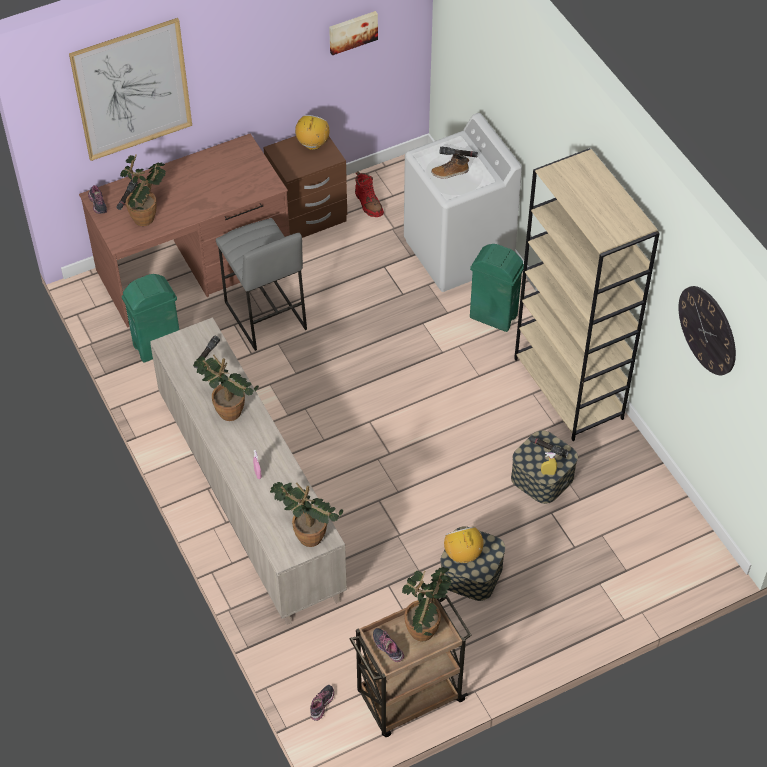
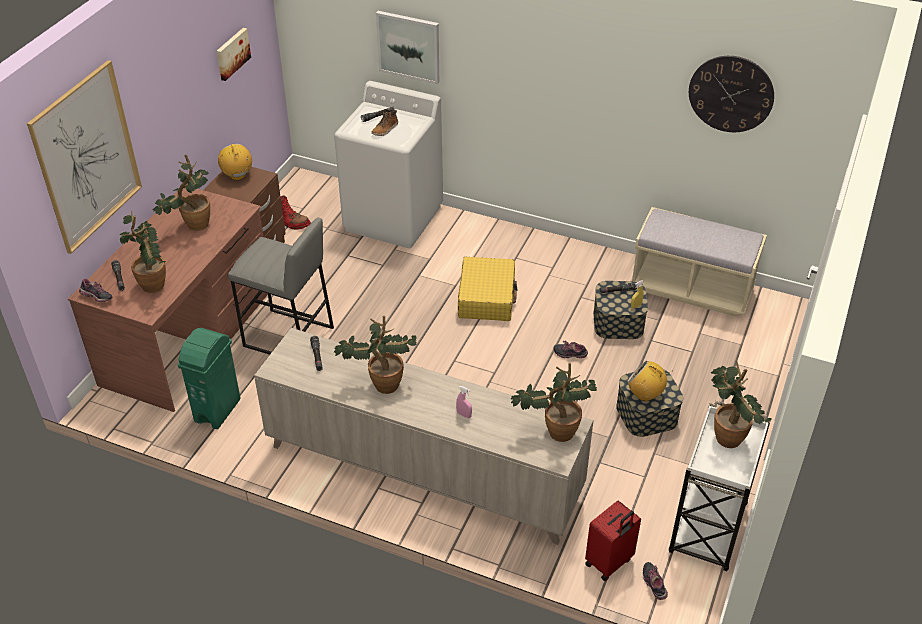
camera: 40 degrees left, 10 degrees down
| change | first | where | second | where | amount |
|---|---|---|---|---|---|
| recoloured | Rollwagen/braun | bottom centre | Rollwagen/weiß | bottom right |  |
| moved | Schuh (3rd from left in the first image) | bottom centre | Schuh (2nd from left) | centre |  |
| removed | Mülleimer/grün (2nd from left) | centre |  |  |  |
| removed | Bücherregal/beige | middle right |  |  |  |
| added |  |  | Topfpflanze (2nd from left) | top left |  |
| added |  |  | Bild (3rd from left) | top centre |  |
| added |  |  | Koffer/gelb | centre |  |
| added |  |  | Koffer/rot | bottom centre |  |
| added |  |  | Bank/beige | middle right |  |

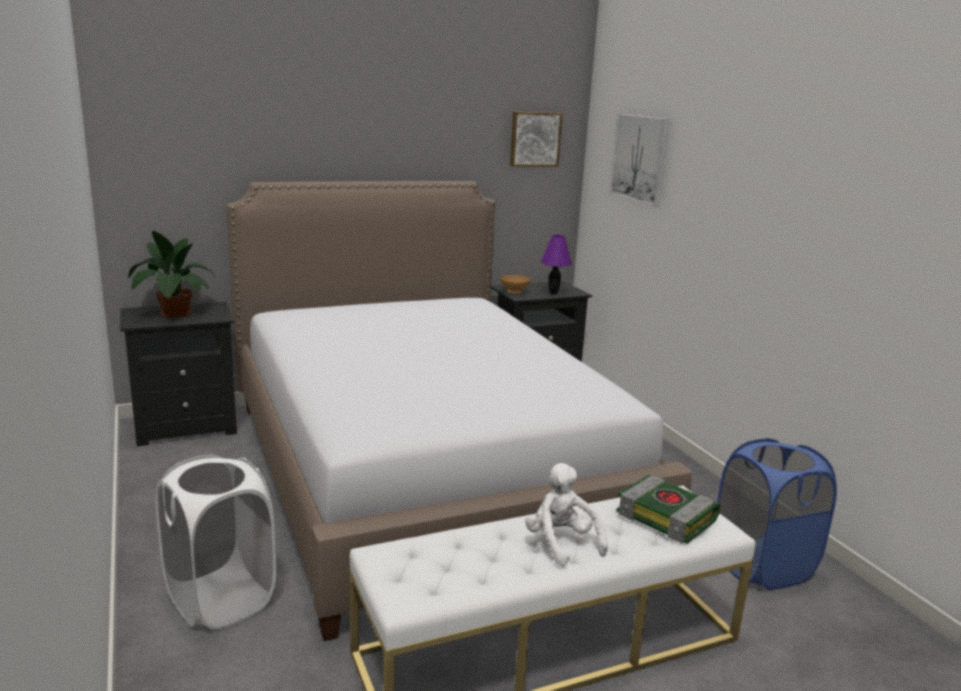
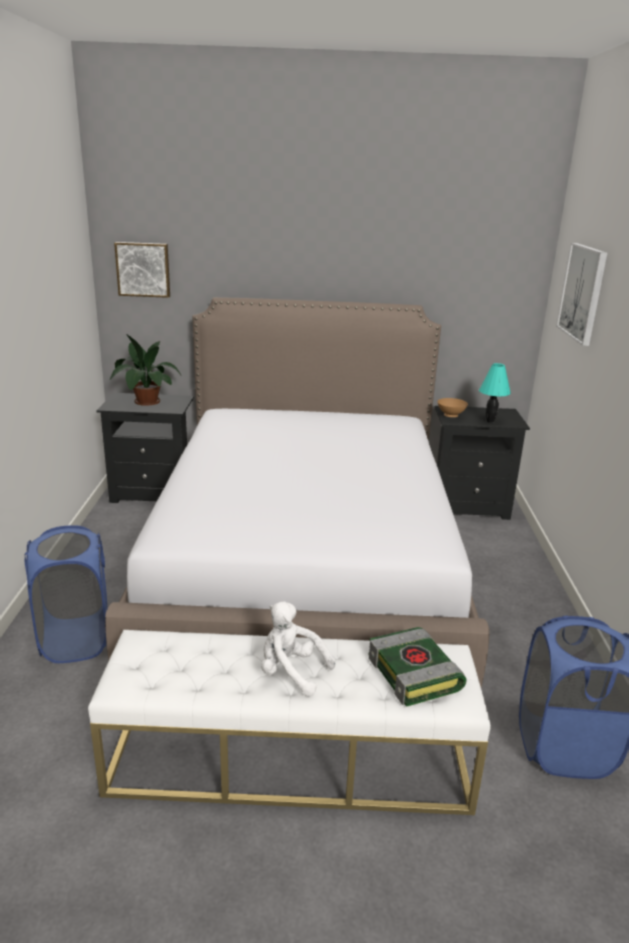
camera: 25 degrees right, 5 degrees up
| change | first | where | second | where | amount |
|---|---|---|---|---|---|
| recoloured | Wäschekorb/weiß | bottom left | Wäschekorb/blau (1st from left) | middle left |  |
| moved | Bild (1st from left) | top centre |  | top left |  |
| turned | Plüschtier/weiß | bottom centre |  | bottom centre | 60 degrees counterclockwise |
| recoloured | Tischlampe/lila | centre | Tischlampe/türkis | middle right |  |

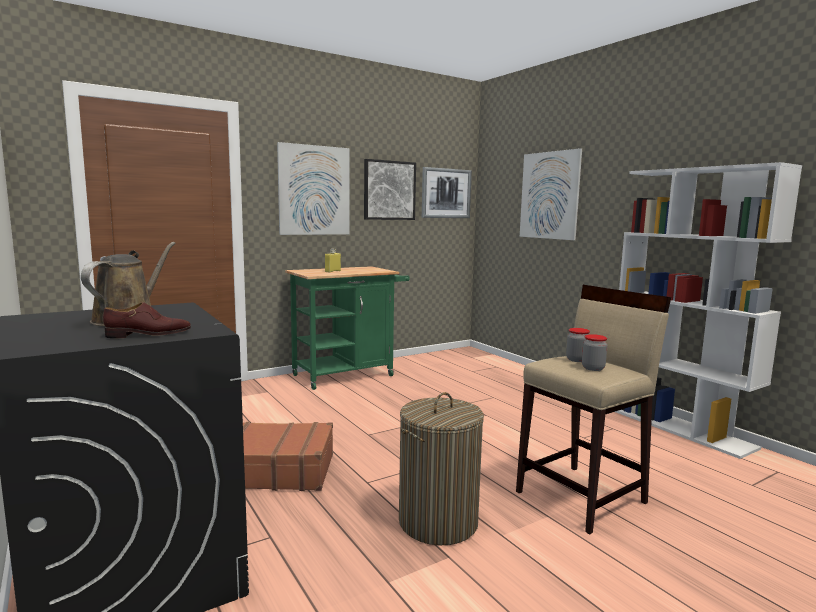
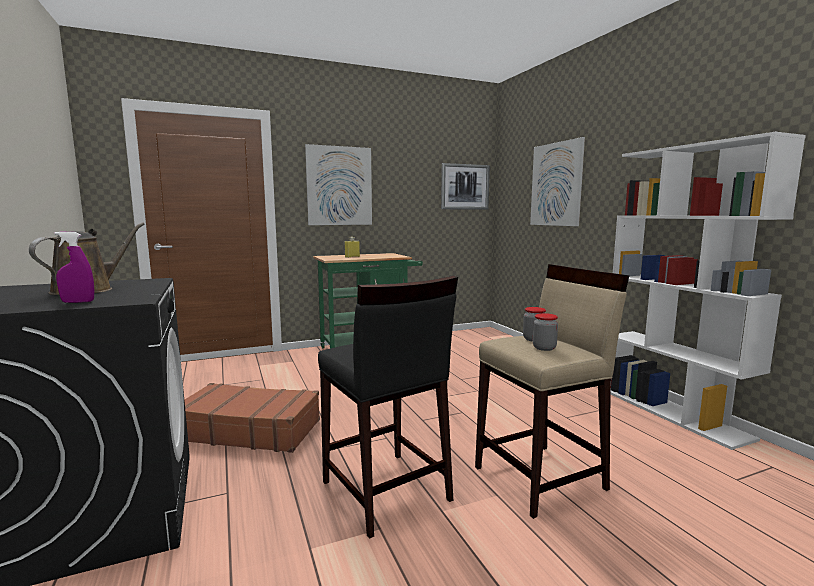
camera: 10 degrees right, 0 degrees up
| change | first | where | second | where | amount |
|---|---|---|---|---|---|
| replaced | Schuh/braun | middle left | Sprühflasche/lila | middle left |  |
| removed | Bild (2nd from left) | top centre |  |  |  |
| replaced | Wäschekorb | bottom centre | Hocker/schwarz | bottom centre |  |

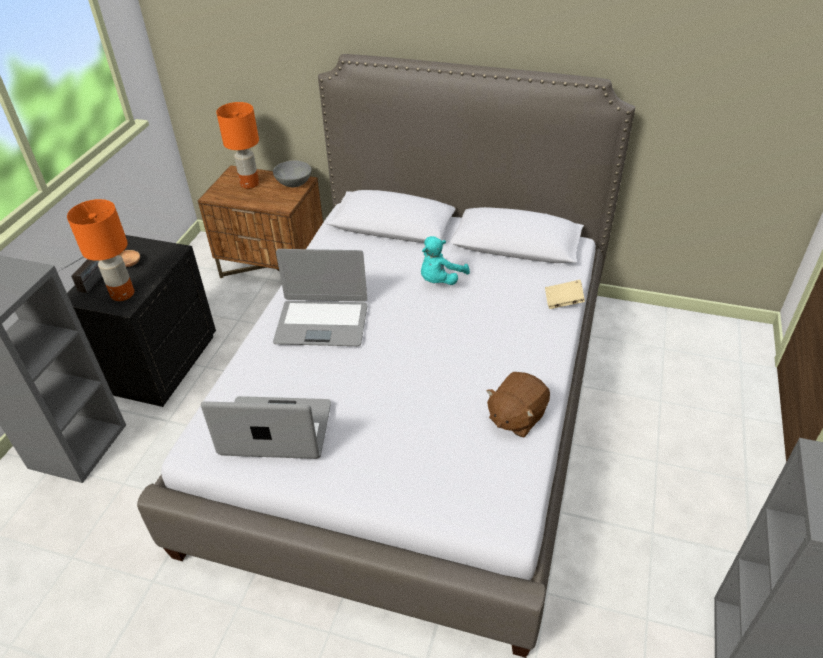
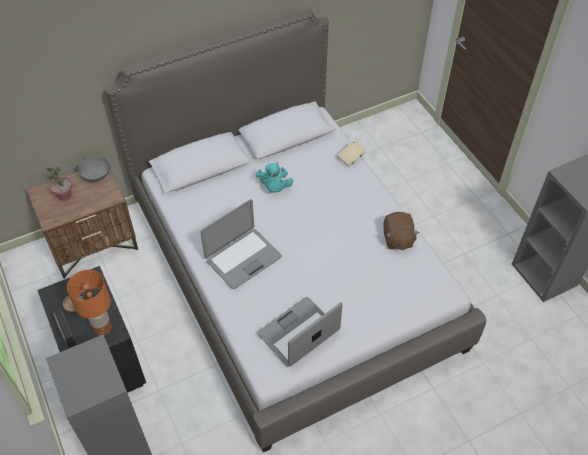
camera: 45 degrees left, 10 degrees up
| change | first | where | second | where | amount |
|---|---|---|---|---|---|
| replaced | Tischlampe/orange (2nd from left) | top left | Topfpflanze | middle left |  |

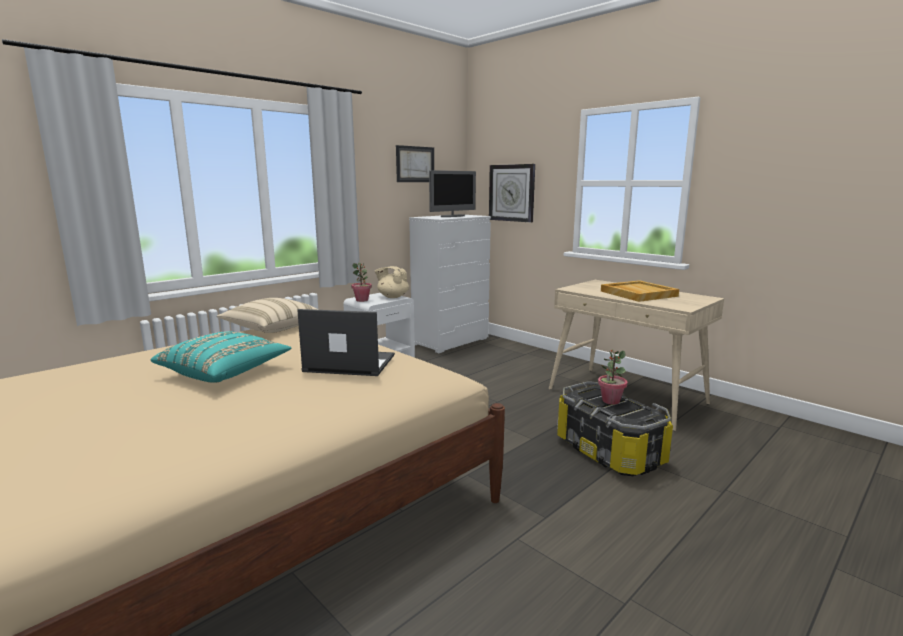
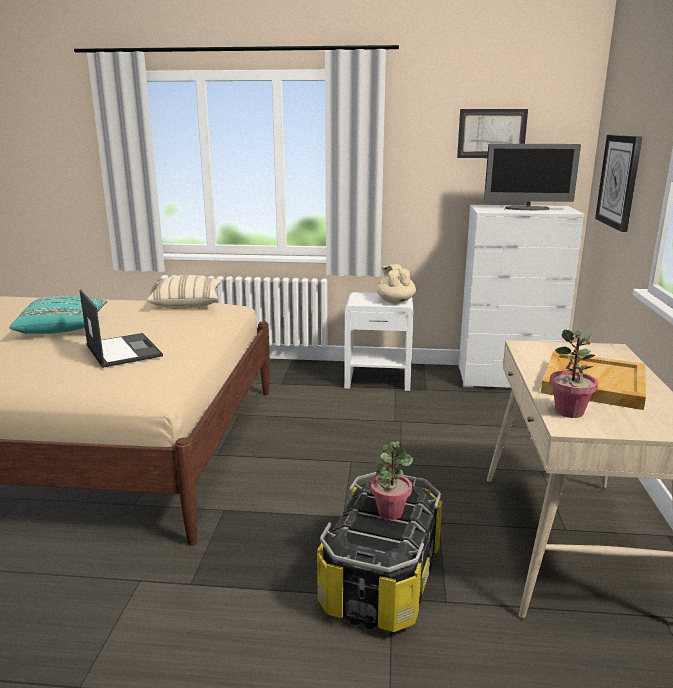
camera: 50 degrees right, 5 degrees up
| change | first | where | second | where | amount |
|---|---|---|---|---|---|
| moved | Topfpflanze (1st from left in the first image) | centre | Topfpflanze (2nd from left) | middle right |  |

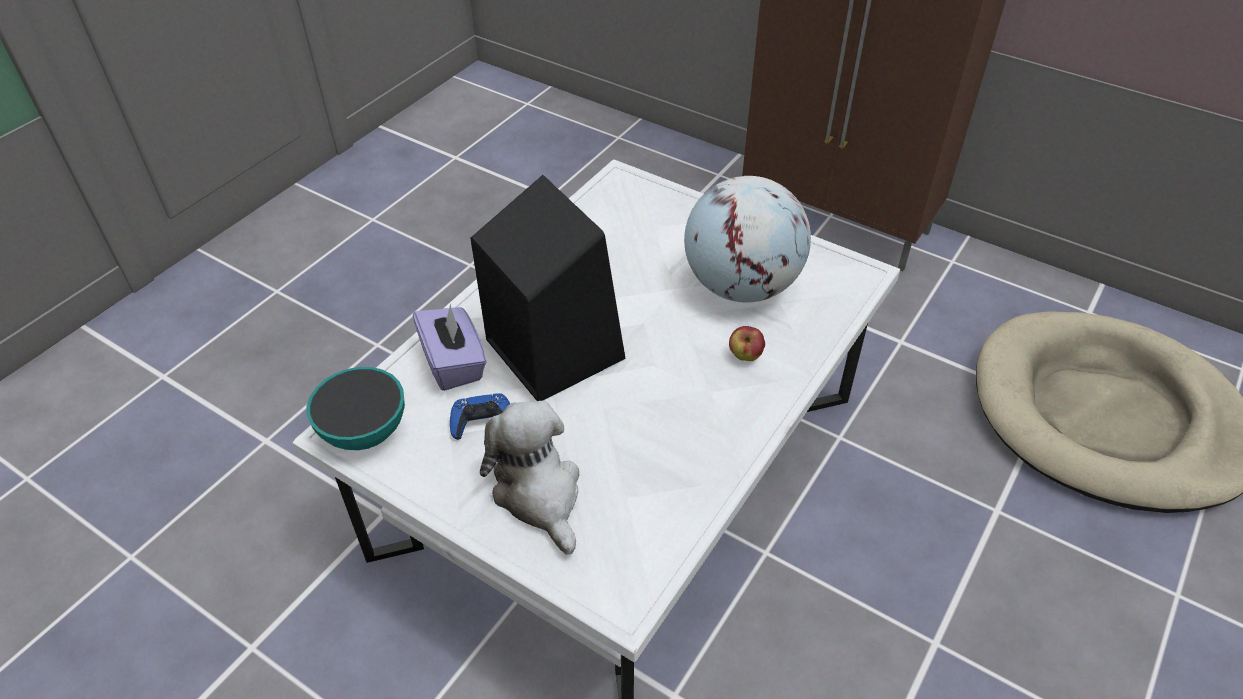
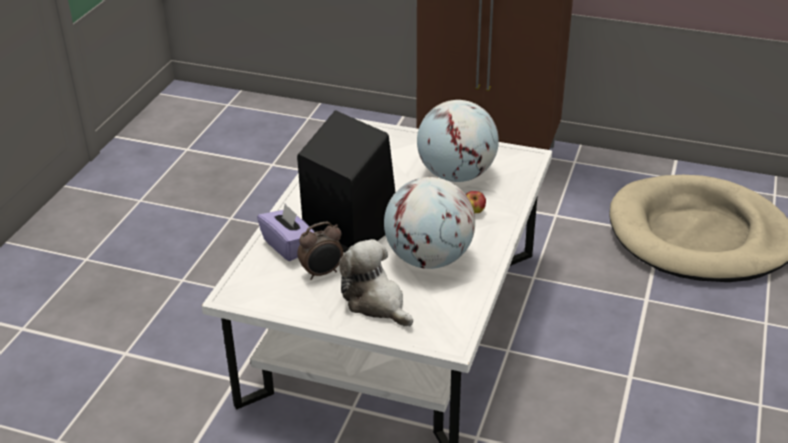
camera: 15 degrees left, 10 degrees down
| change | first | where | second | where | amount |
|---|---|---|---|---|---|
| removed | Schüssel | middle left |  |  |  |
| replaced | Gamepad/blau | centre | Wecker | centre |  |
| added |  |  | Globus (1st from left) | centre |  |

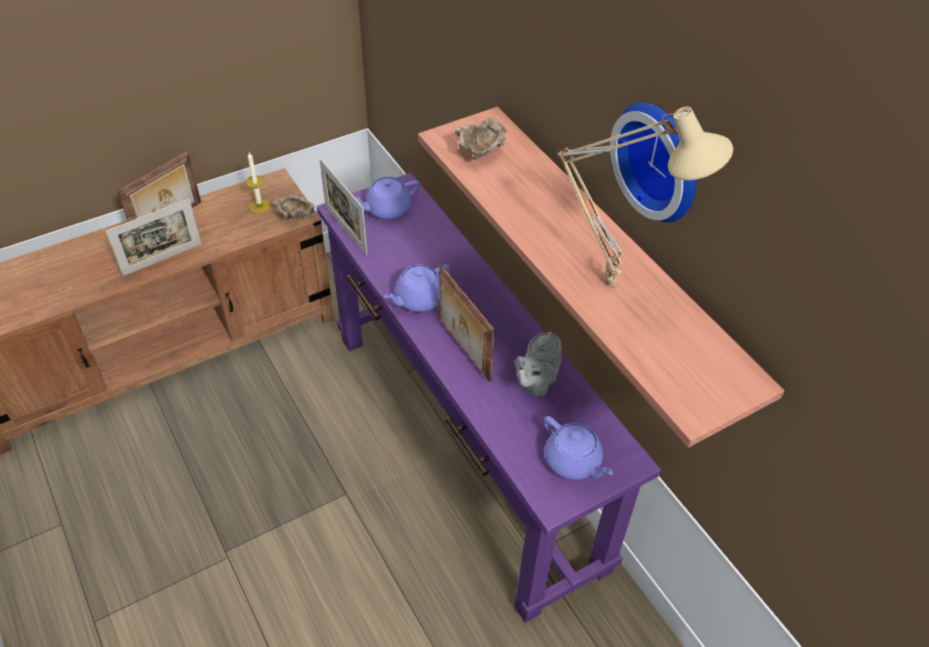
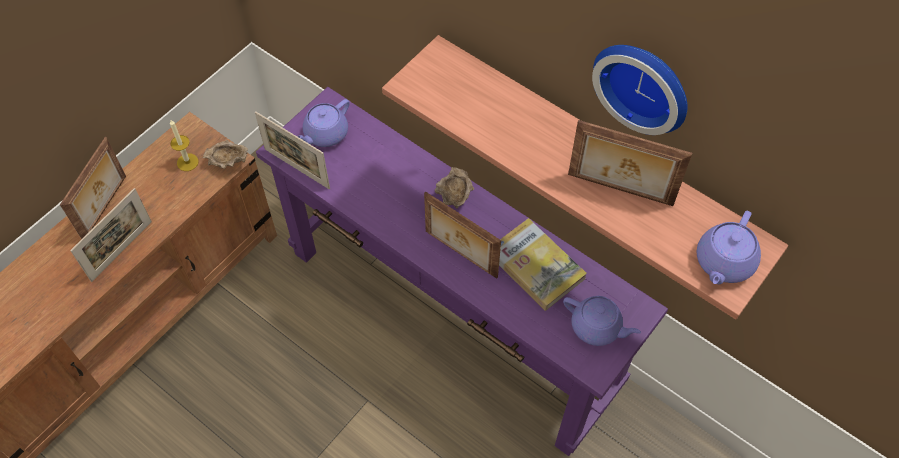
camera: 20 degrees left, 10 degrees up
| change | first | where | second | where | amount |
|---|---|---|---|---|---|
| moved | Teekanne/lila (2nd from left in the first image) | centre | Teekanne/lila (3rd from left) | middle right |  |
| moved | Schüssel/beige (2nd from left) | top centre |  | centre |  |
| replaced | Teekanne/grau | centre | Buch | centre |  |
| replaced | Tischlampe/beige | top right | Bilderrahmen (5th from left) | middle right |  |

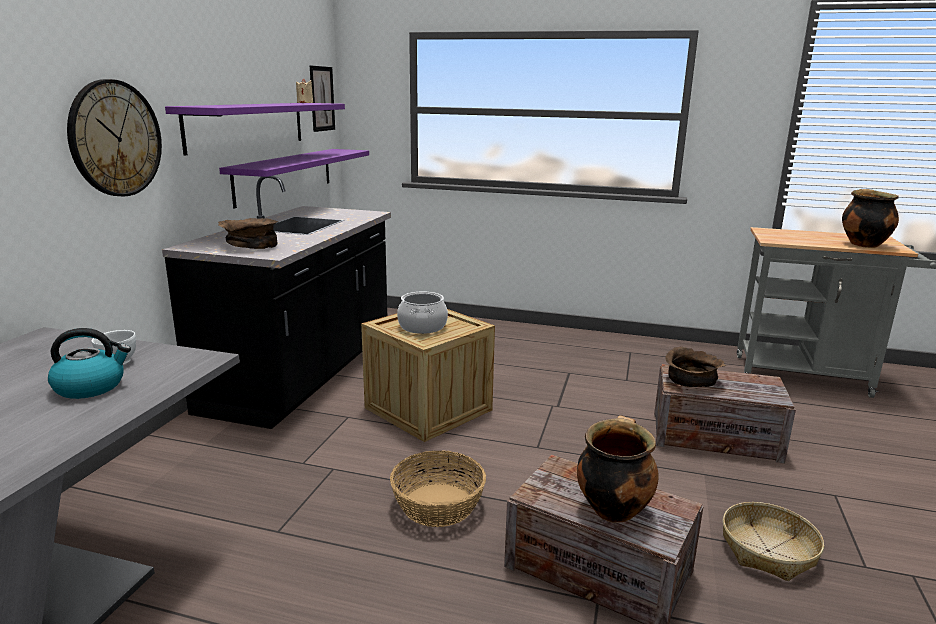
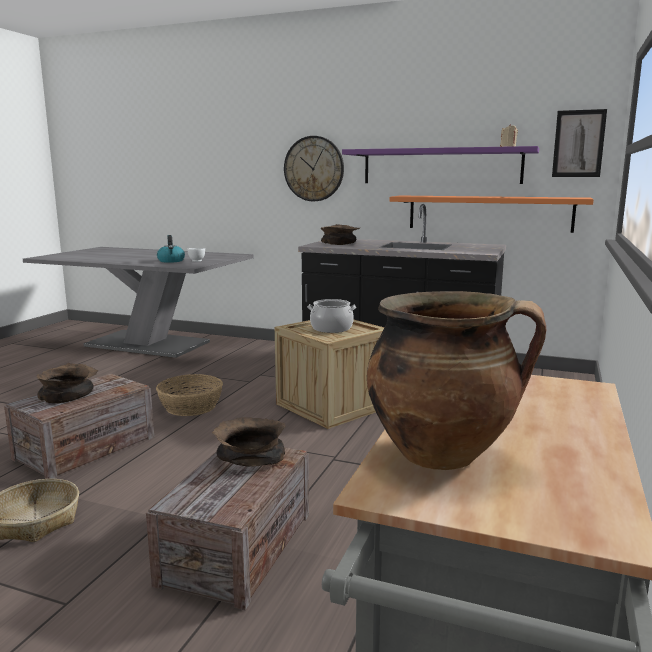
camera: 95 degrees right, 5 degrees down
| change | first | where | second | where | amount |
|---|---|---|---|---|---|
| recoloured | Wandregal/lila (2nd from left) | top left | Wandregal/orange | top right |  |
| replaced | Kochtopf (2nd from left) | bottom centre | Schüssel/braun (1st from left) | middle left |  |

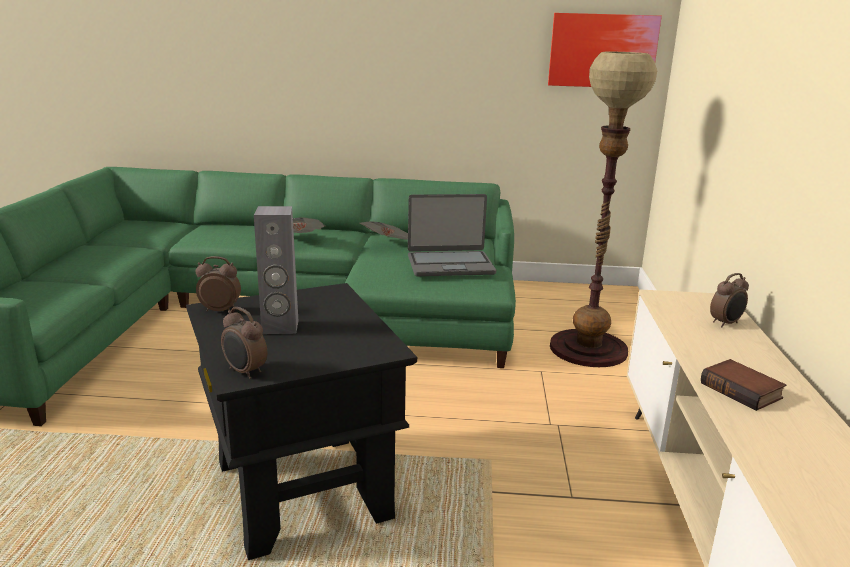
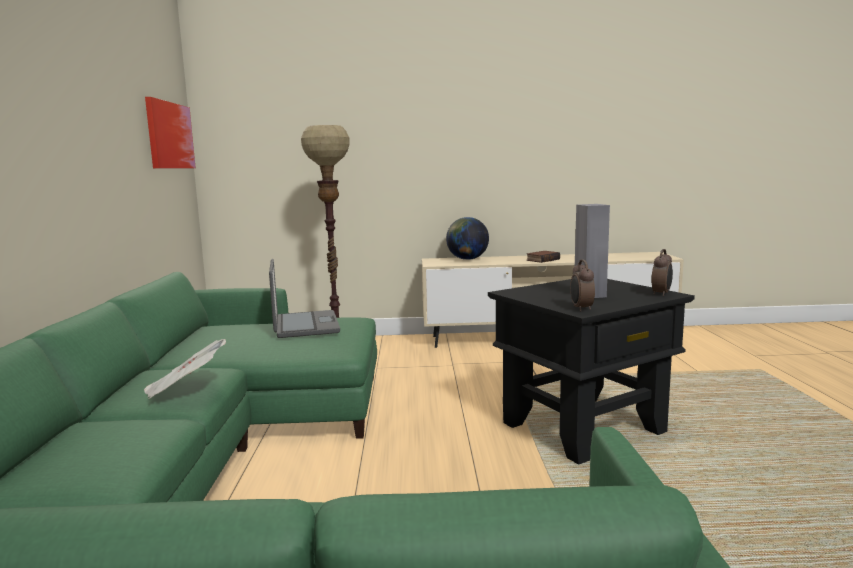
camera: 95 degrees left, 10 degrees down
| change | first | where | second | where | amount |
|---|---|---|---|---|---|
| removed | Zeitung (2nd from left) | centre |  |  |  |
| replaced | Wecker (3rd from left) | middle right | Globus | centre |  |

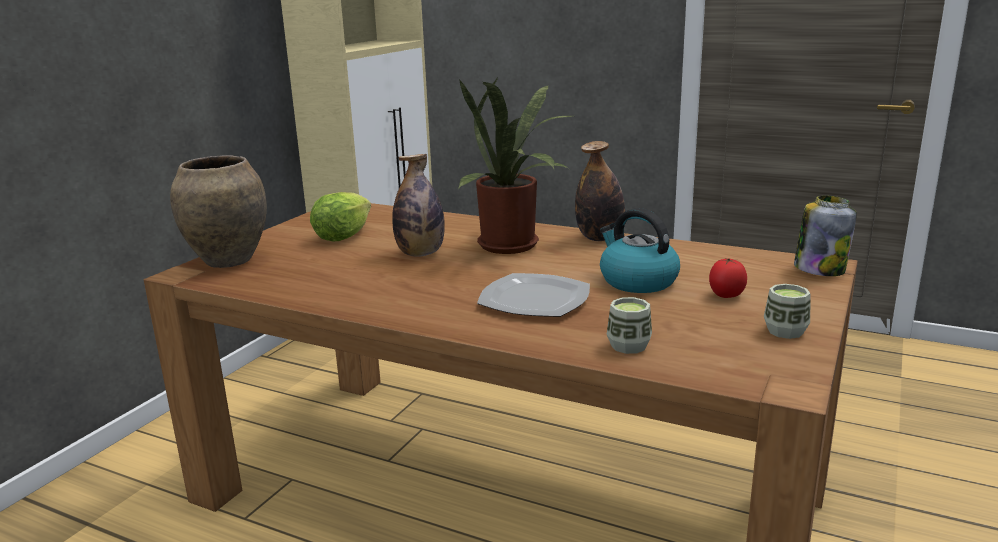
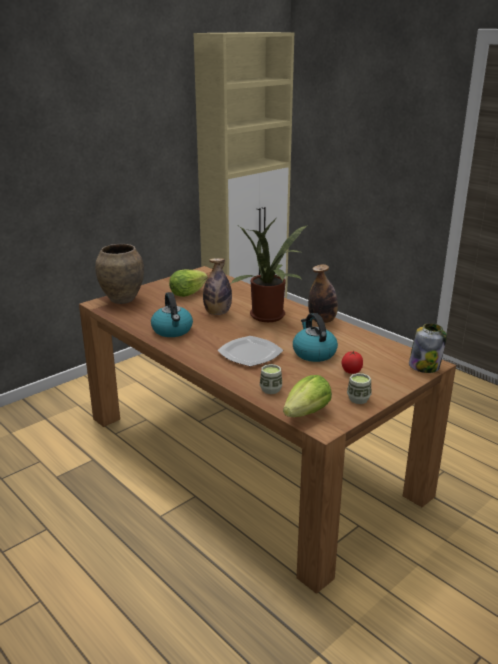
camera: 20 degrees right, 5 degrees up
| change | first | where | second | where | amount |
|---|---|---|---|---|---|
| added |  |  | Wasserkessel (1st from left) | centre |  |
| added |  |  | Salatkopf (2nd from left) | centre |  |

